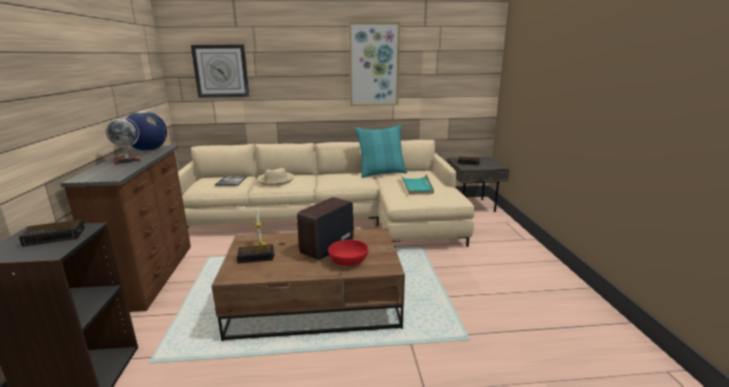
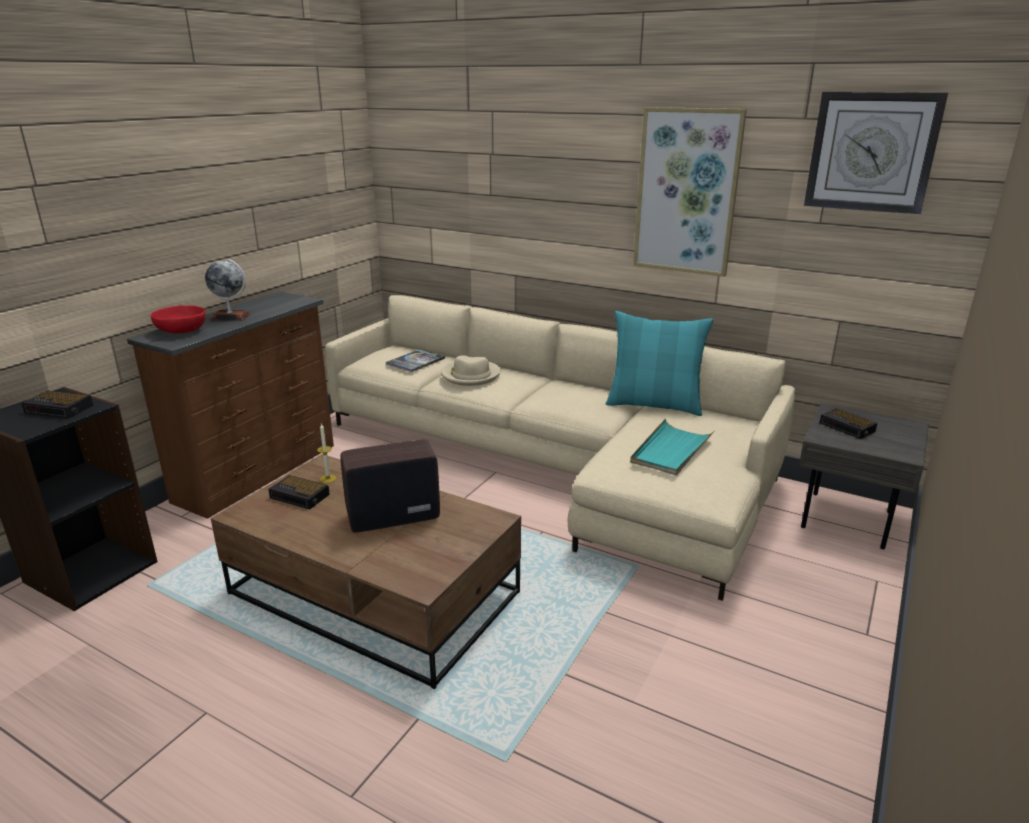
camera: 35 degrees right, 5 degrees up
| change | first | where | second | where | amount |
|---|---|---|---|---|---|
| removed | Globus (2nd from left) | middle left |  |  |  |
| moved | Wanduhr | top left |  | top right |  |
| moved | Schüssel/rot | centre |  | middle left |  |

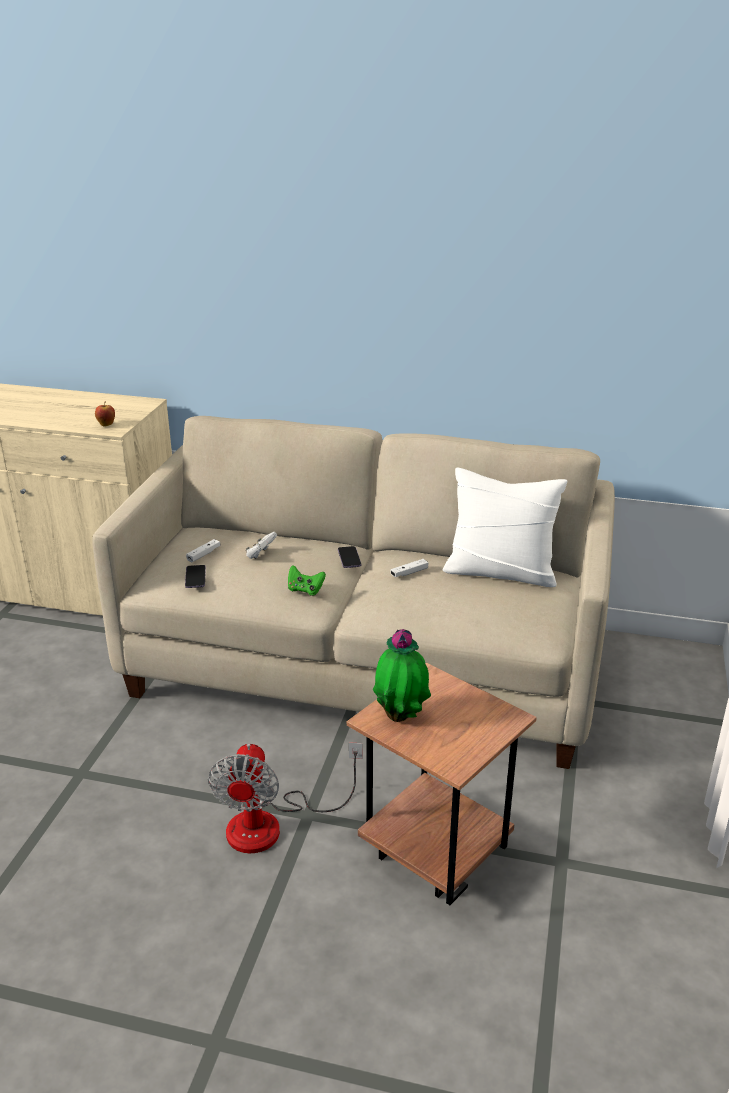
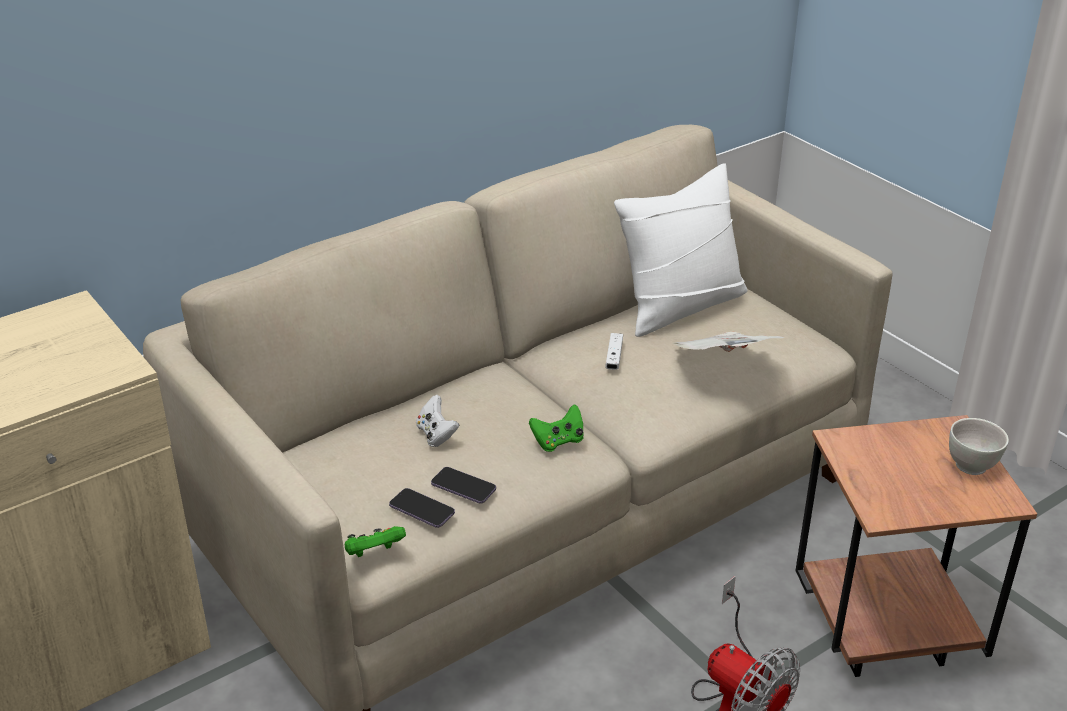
camera: 50 degrees left, 5 degrees up
| change | first | where | second | where | amount |
|---|---|---|---|---|---|
| removed | Apfel | middle left |  |  |  |
| removed | Gamepad/weiß (1st from left) | middle left |  |  |  |
| moved | Handy (2nd from left) | centre |  | bottom centre |  |
| removed | Topfpflanze | centre |  |  |  |
| added |  |  | Gamepad/grün (1st from left) | bottom centre |  |
| added |  |  | Zeitung | middle right |  |
| added |  |  | Schüssel/weiß | middle right |  |

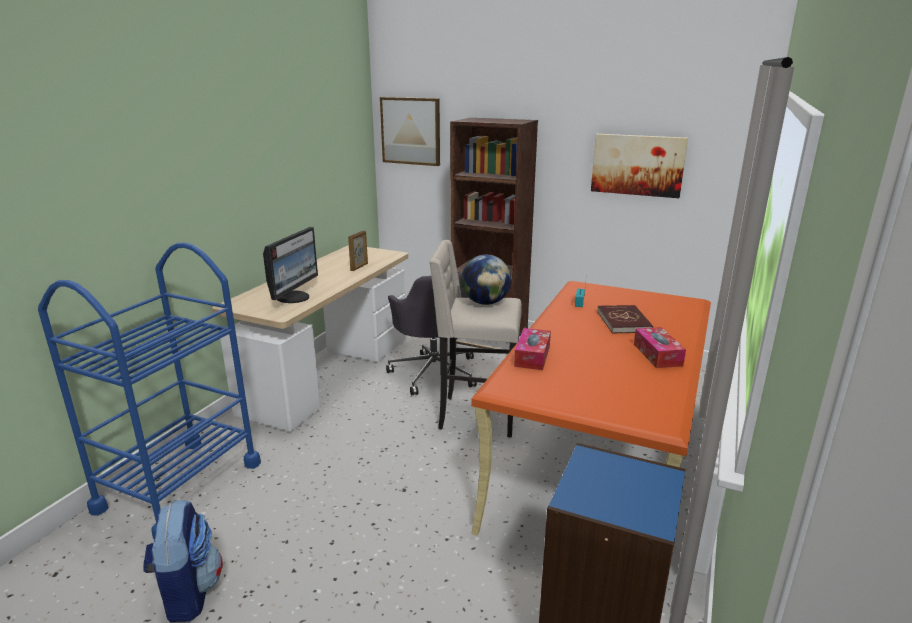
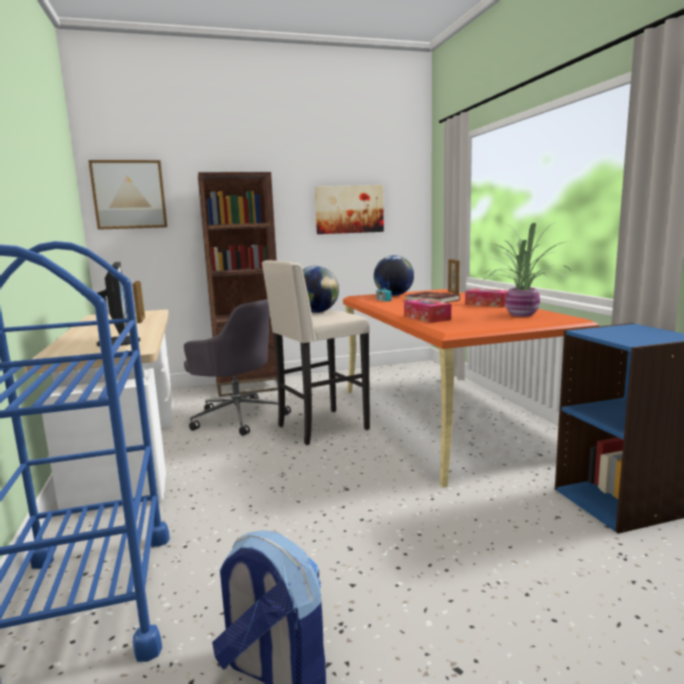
camera: 40 degrees left, 10 degrees down
| change | first | where | second | where | amount |
|---|---|---|---|---|---|
| added |  |  | Globus (2nd from left) | centre |  |
| added |  |  | Bilderrahmen (2nd from left) | centre |  |
| added |  |  | Topfpflanze | middle right |  |

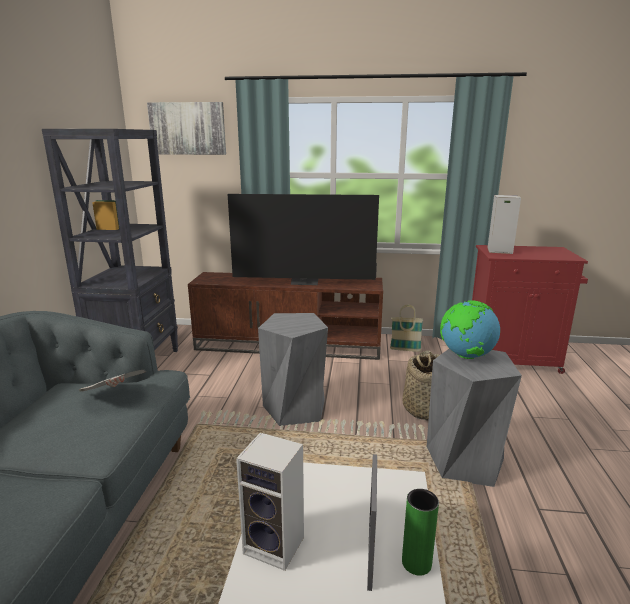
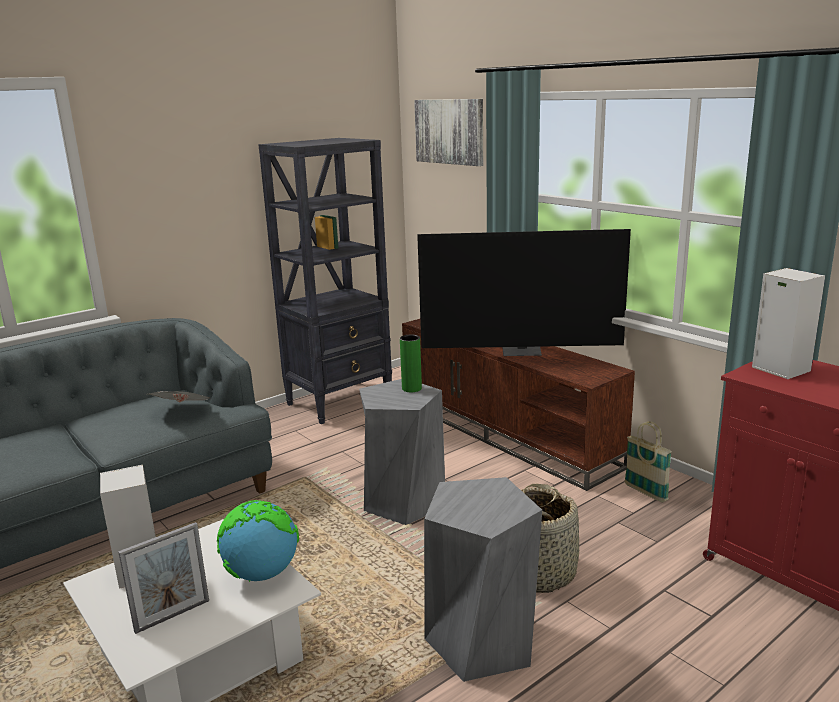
camera: 45 degrees right, 0 degrees up
| change | first | where | second | where | amount |
|---|---|---|---|---|---|
| turned | Fernseher | centre |  | centre | 45 degrees counterclockwise |
| moved | Vase/grün | bottom right |  | centre |  |
| moved | Globus | middle right |  | bottom left |  |

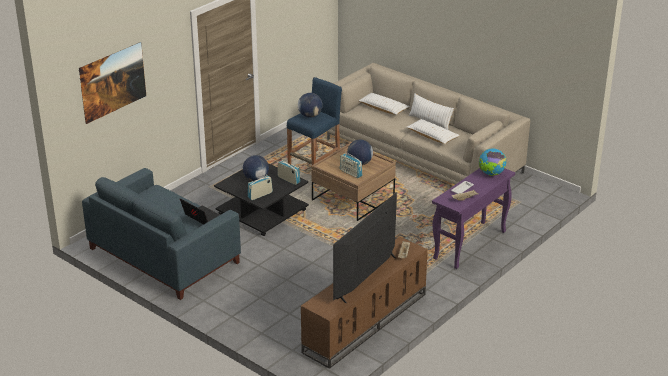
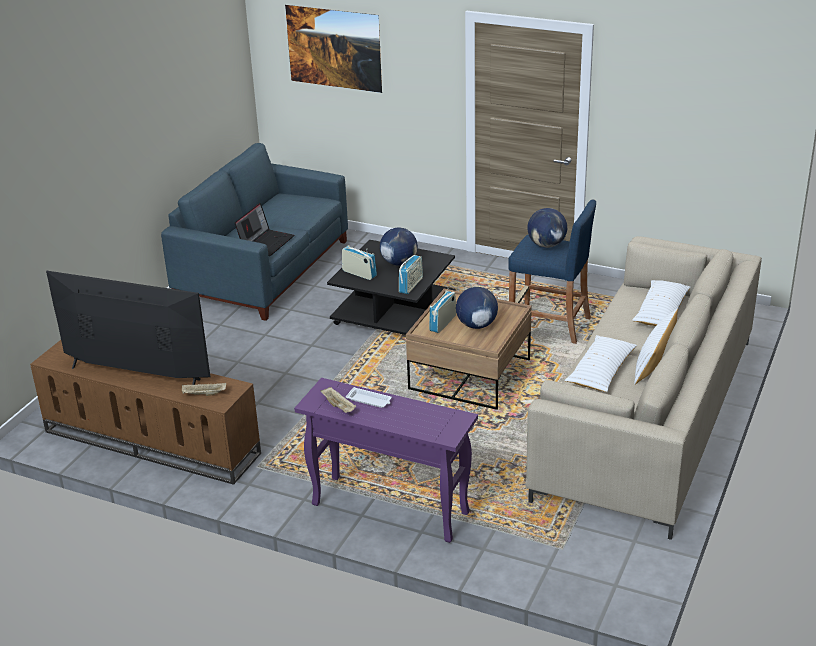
camera: 75 degrees right, 0 degrees up
| change | first | where | second | where | amount |
|---|---|---|---|---|---|
| removed | Globus (4th from left) | middle right |  |  |  |

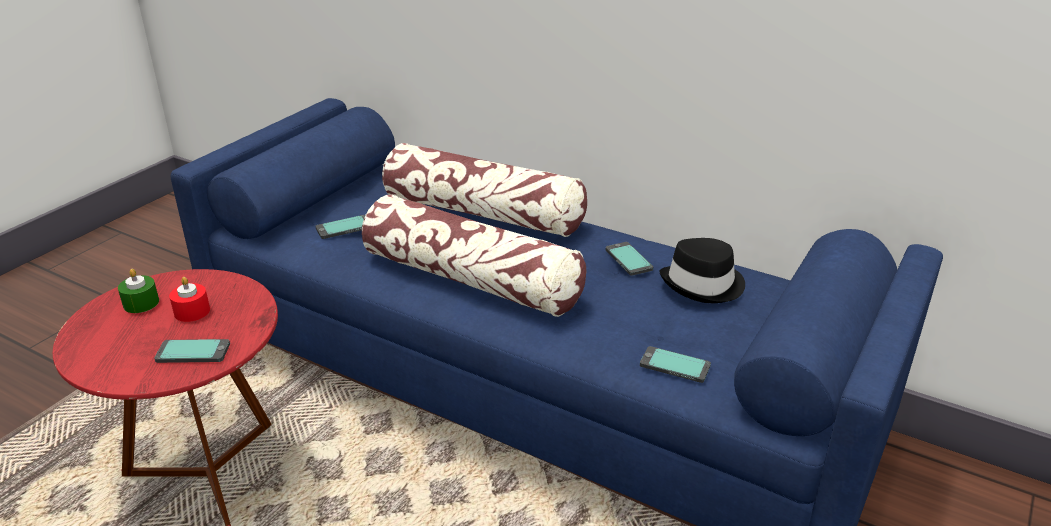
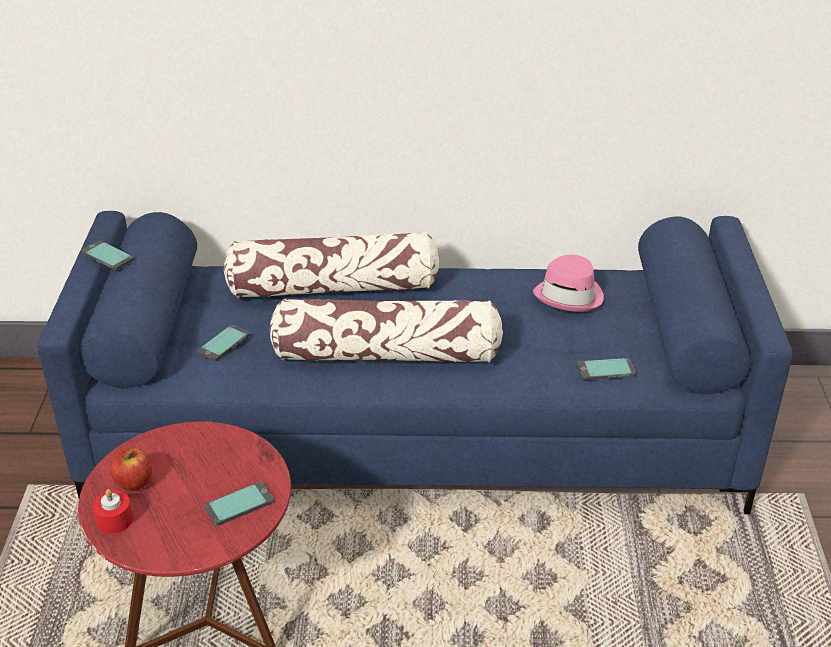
camera: 30 degrees left, 5 degrees up
| change | first | where | second | where | amount |
|---|---|---|---|---|---|
| replaced | Kerze/grün | middle left | Apfel | bottom left |  |
| moved | Kerze/rot | middle left |  | bottom left |  |
| moved | Handy (3rd from left in the first image) | centre | Handy (1st from left) | middle left |  |
| recoloured | Hut/schwarz | middle right | Hut/rosa | middle right |  |

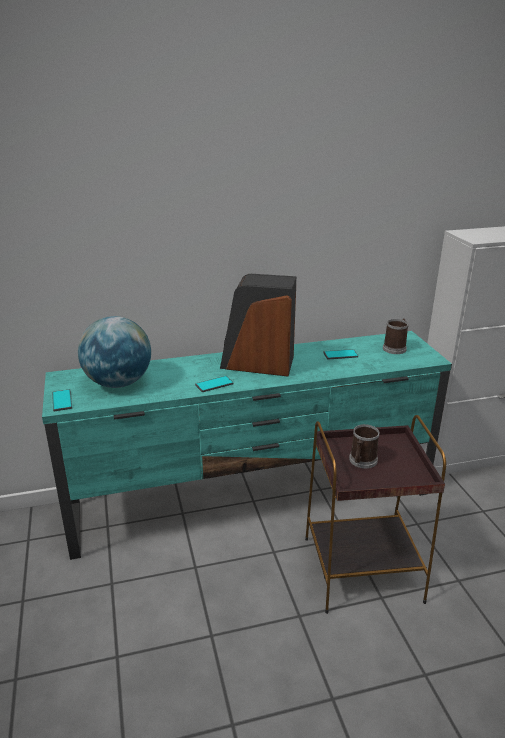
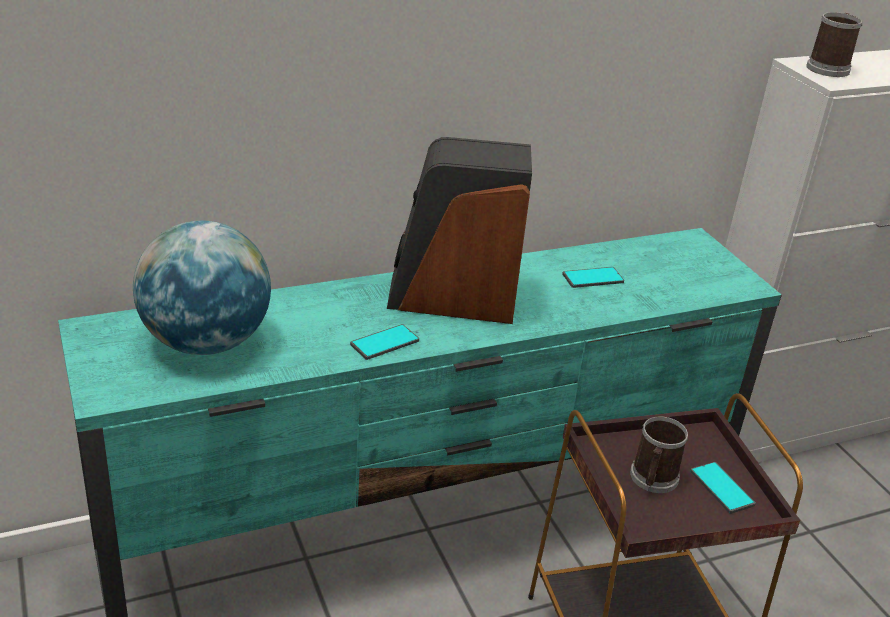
camera: 10 degrees left, 5 degrees up
| change | first | where | second | where | amount |
|---|---|---|---|---|---|
| moved | Handy (1st from left in the first image) | middle left | Handy (3rd from left) | bottom right |  |
| moved | Henkelbecher (2nd from left) | middle right |  | top right |  |

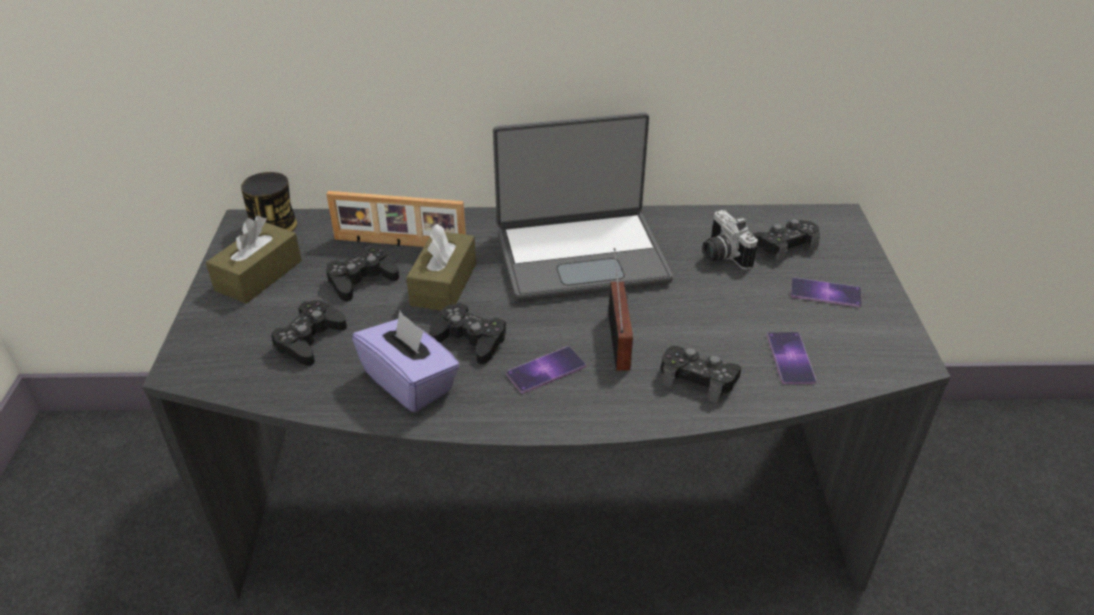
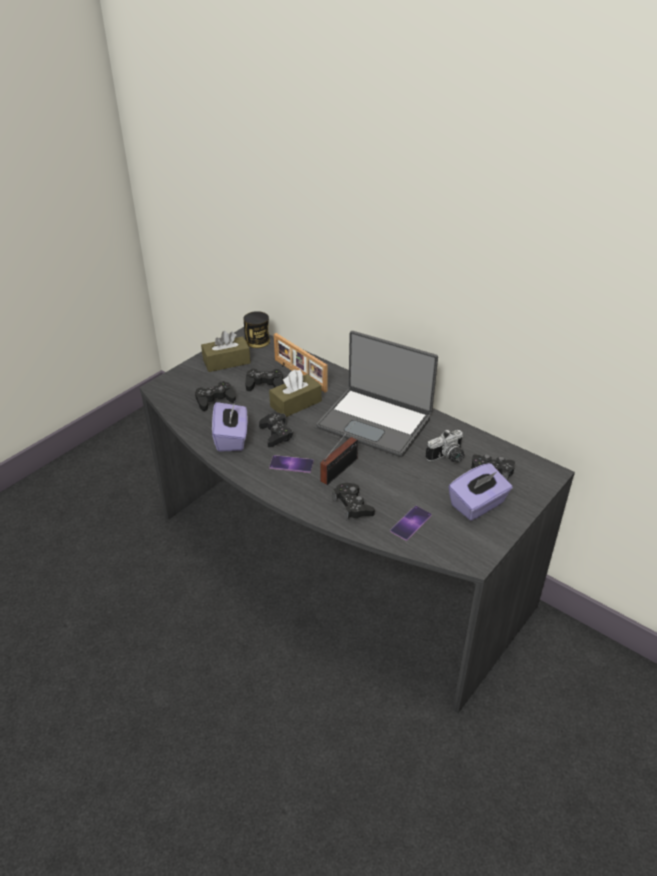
camera: 40 degrees right, 0 degrees up
| change | first | where | second | where | amount |
|---|---|---|---|---|---|
| turned | Kamera | middle right |  | middle right | 135 degrees counterclockwise |
| replaced | Handy (3rd from left) | middle right | Taschentuchbox/lila (2nd from left) | middle right |  |

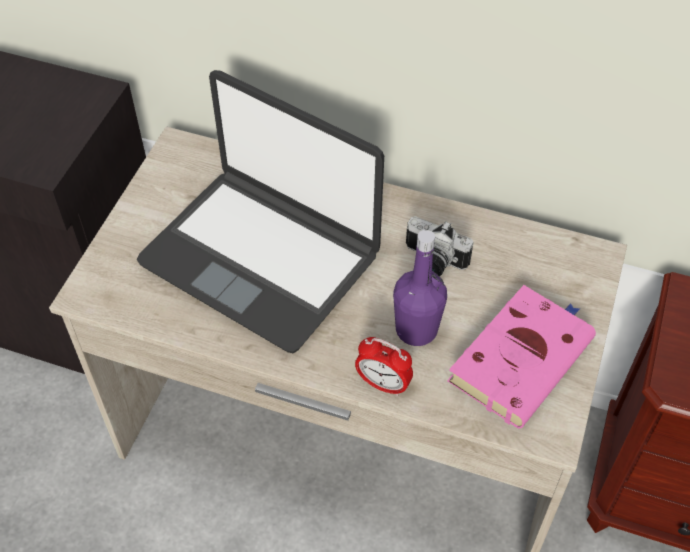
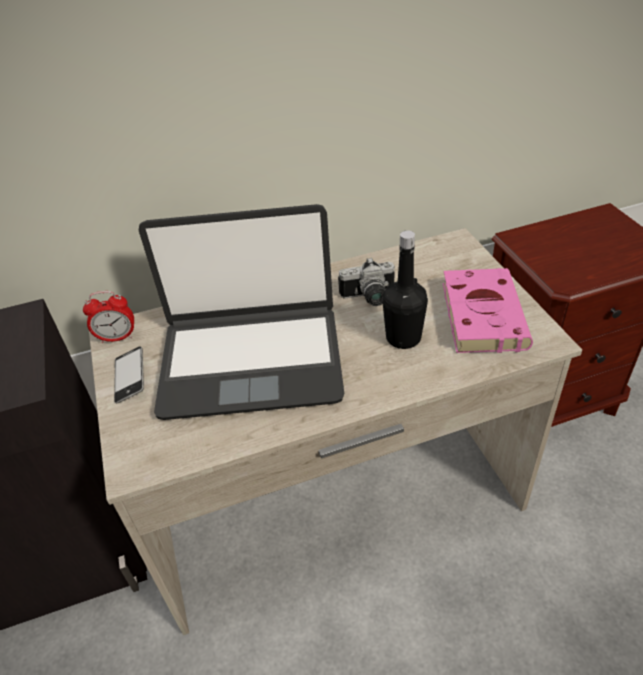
camera: 35 degrees left, 10 degrees down
| change | first | where | second | where | amount |
|---|---|---|---|---|---|
| moved | Wecker | centre |  | middle left |  |
| recoloured | Flasche/lila | centre | Flasche/schwarz | centre |  |
| added |  |  | Handy | middle left |  |

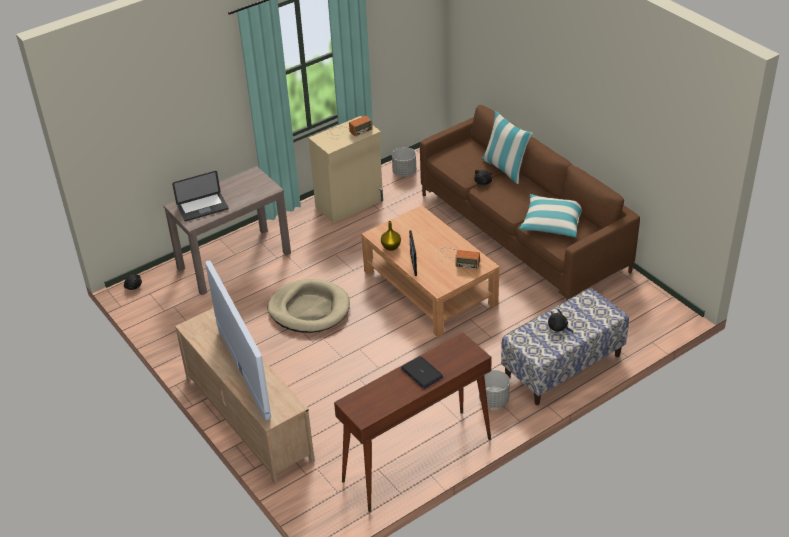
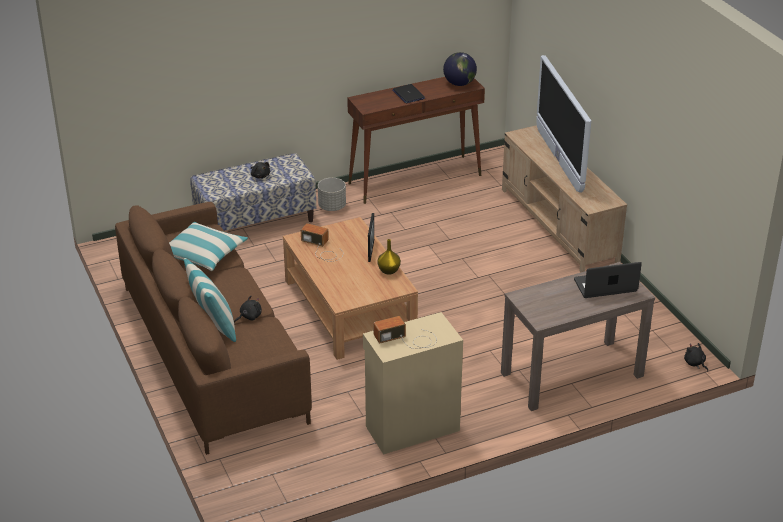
camera: 170 degrees left, 5 degrees down
| change | first | where | second | where | amount |
|---|---|---|---|---|---|
| removed | Hundebett/beige | centre |  |  |  |
| removed | Pflanzkübel/grau (1st from left) | top centre |  |  |  |
| added |  |  | Globus | top centre |  |

